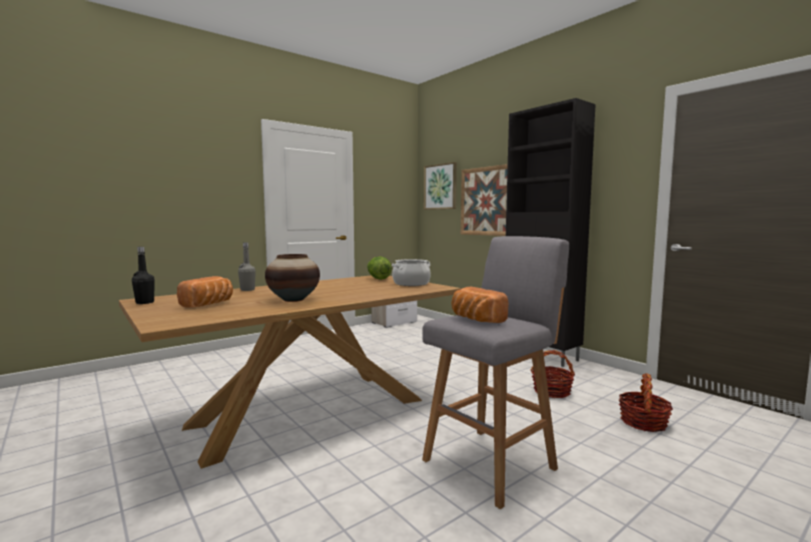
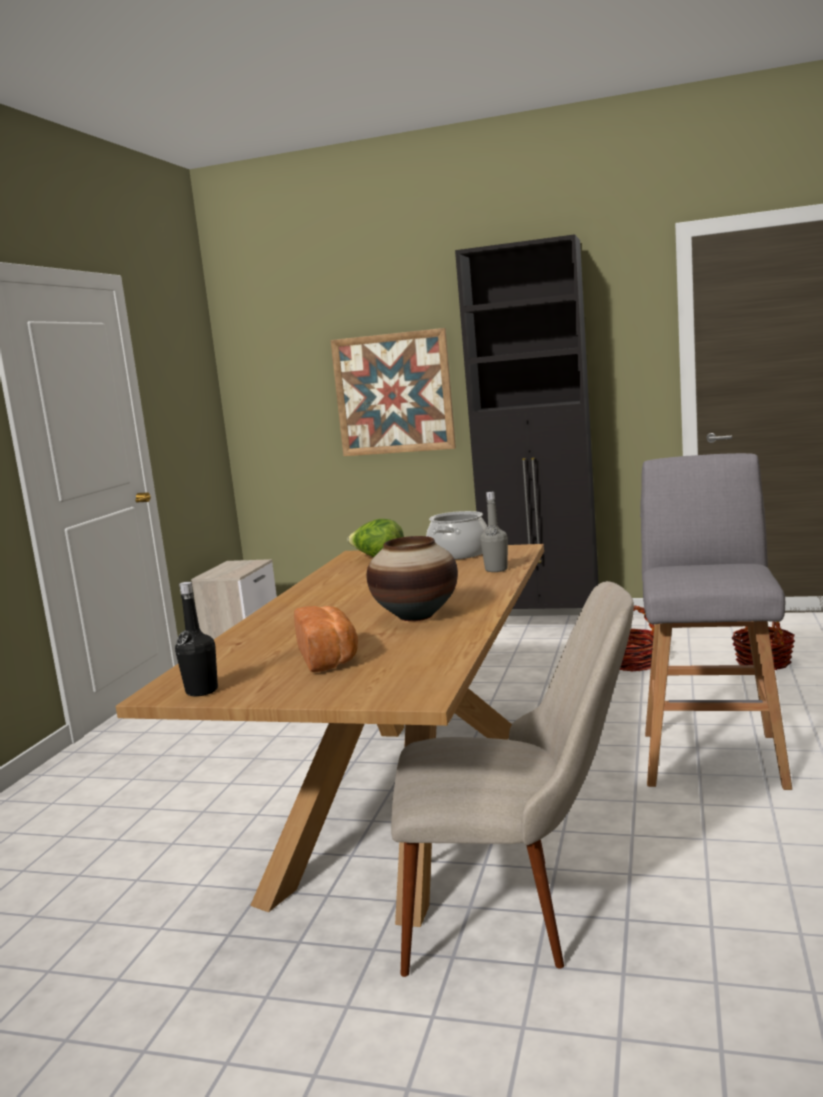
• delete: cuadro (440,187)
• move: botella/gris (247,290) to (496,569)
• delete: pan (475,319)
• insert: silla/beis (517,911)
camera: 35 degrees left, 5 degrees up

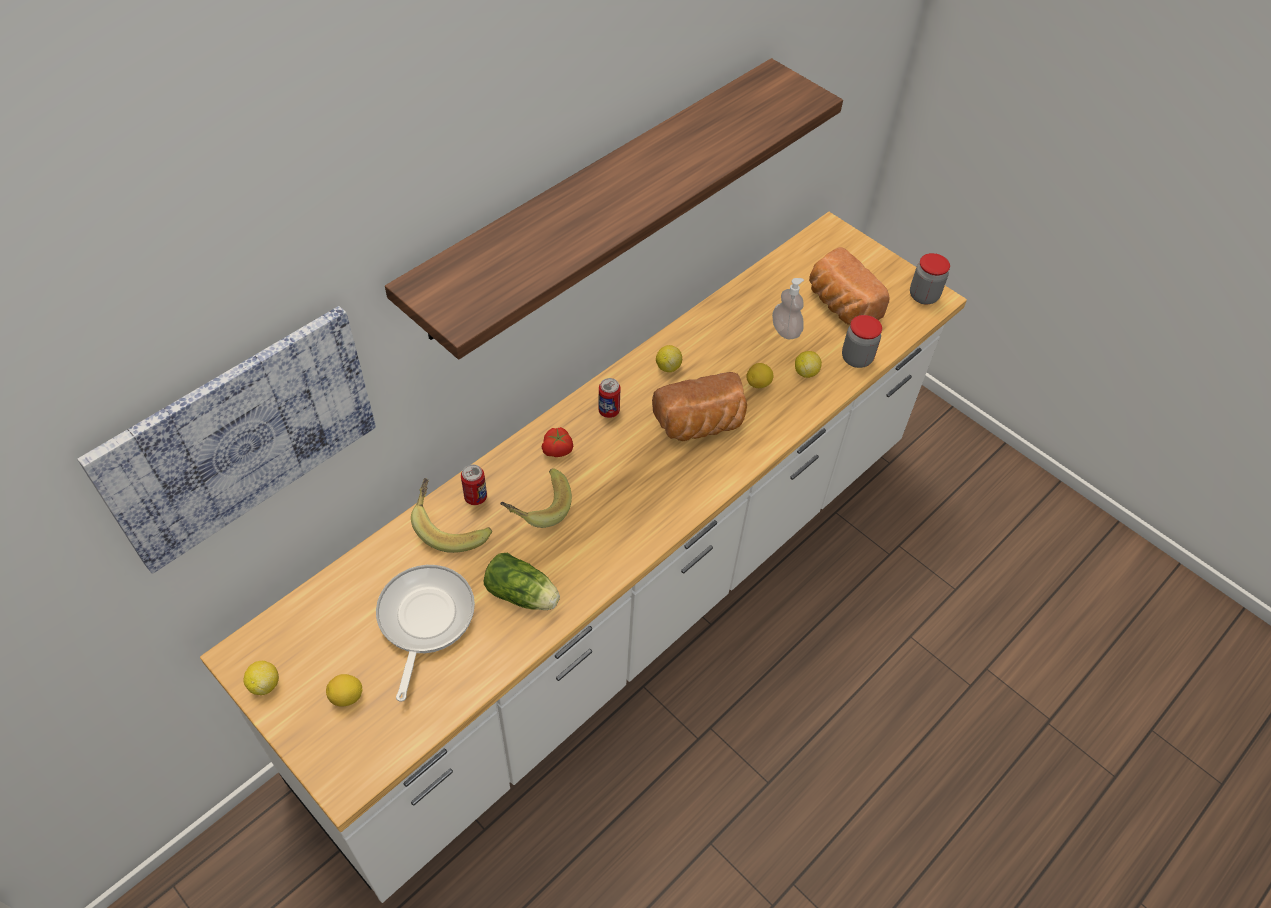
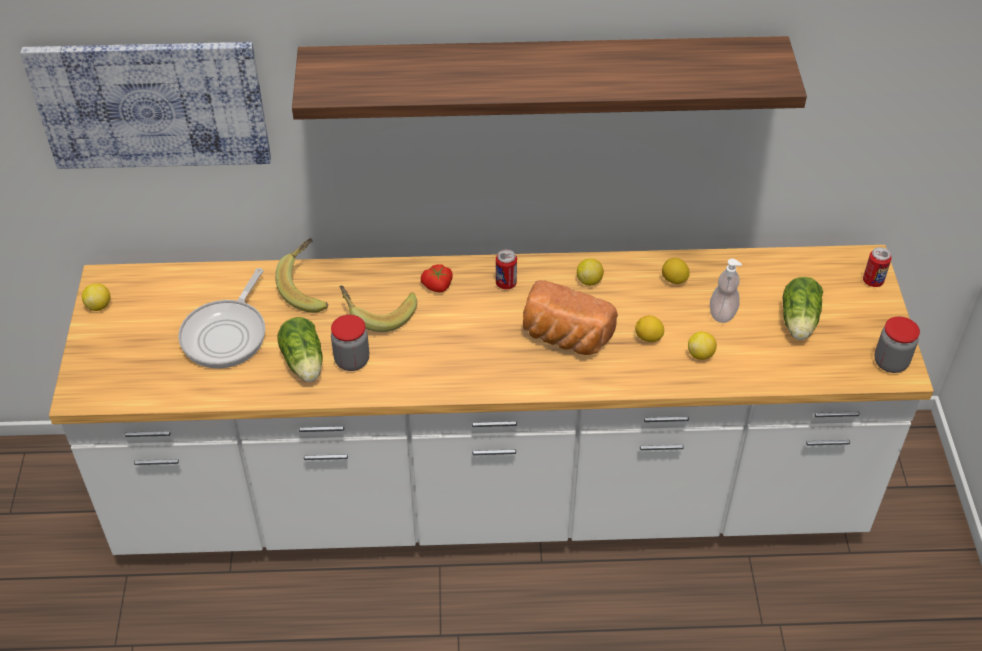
• replace: pan (840,305) to lechuga (798,322)
• move: tarro (856,358) to (352,360)
• move: lata (475,497) to (873,281)
• rotate: sartén (424,620) = (227,334) 150 degrees clockwise
• move: limón (347,697) to (674,280)
camera: 45 degrees right, 5 degrees down

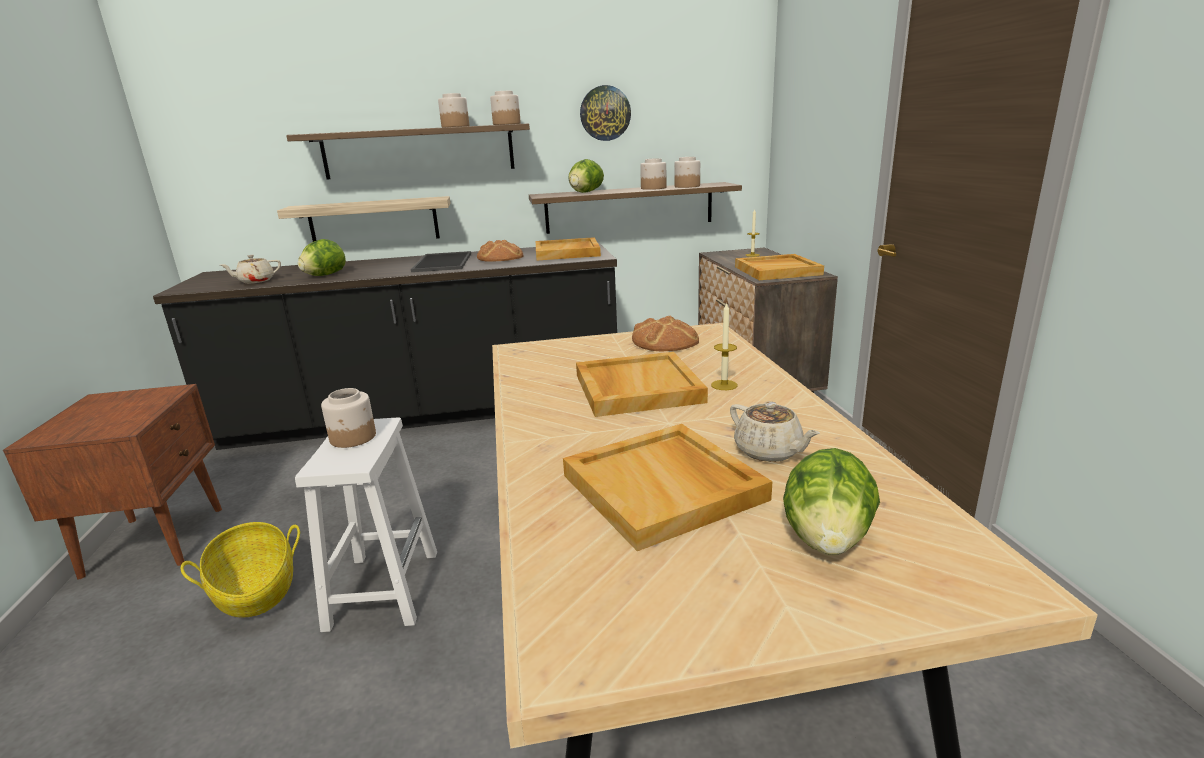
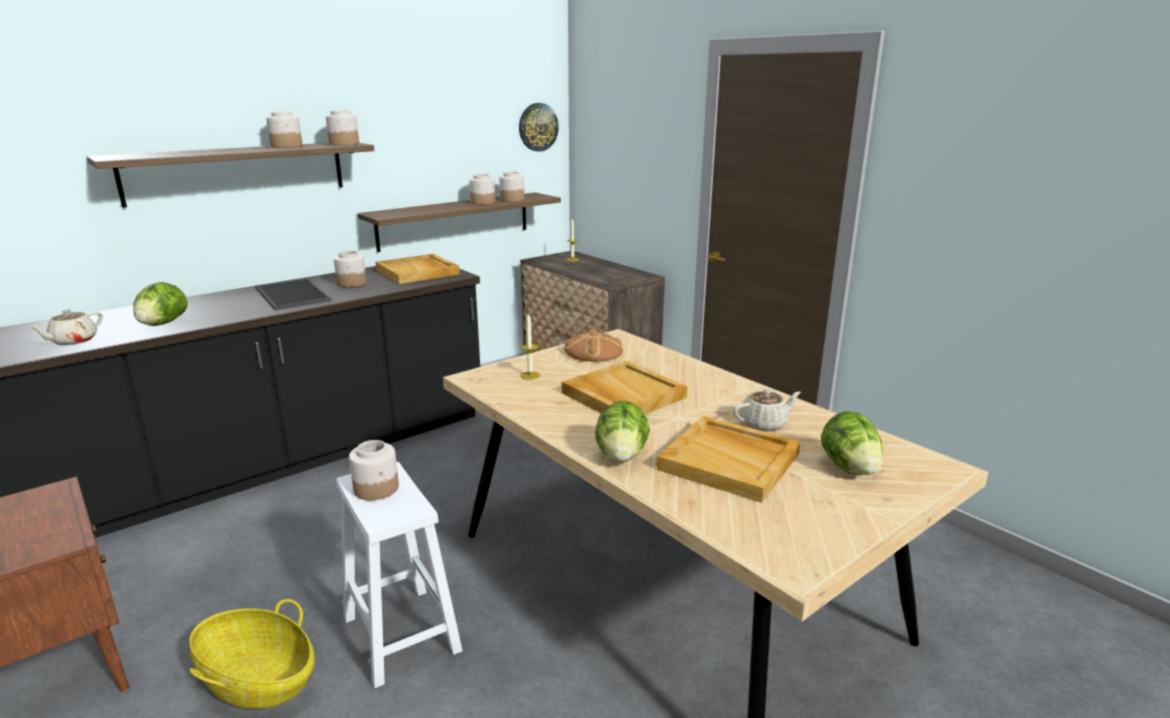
• move: reloj de pared (605,113) to (538,127)
• move: lechuga (585,192) to (622,456)
• delete: estante (374,222)
• replace: pan (500,257) to tarro (351,283)
• delete: bandeja/beis (777,270)
• move: vela (724,385) to (530,375)
• rotate: tetera/beis (769,452) = (764,424) 45 degrees counterclockwise
camera: 30 degrees left, 0 degrees up

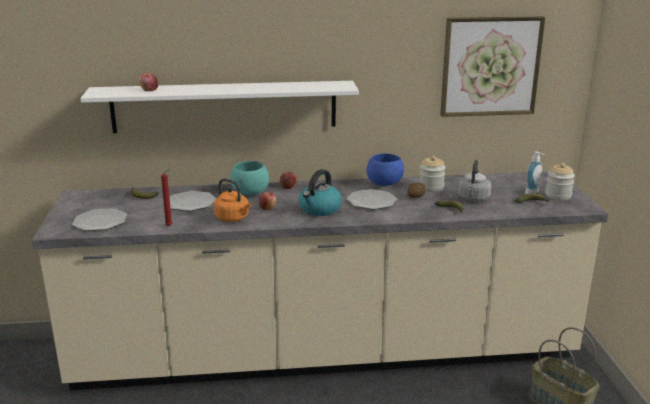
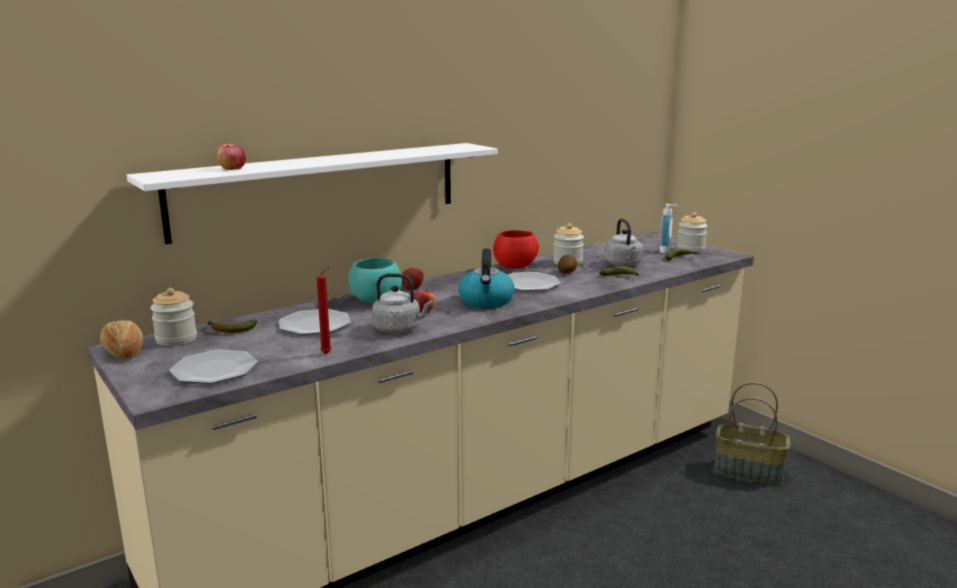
• delete: cuadro (490,66)
• recolor: cuenco/azul (385,184) to cuenco/rojo (516,267)
• recolor: hervidor/naranja (233,218) to hervidor/gris (399,329)
• insert: tarro (176,339)
• insert: pan (124,352)
camera: 30 degrees left, 5 degrees down

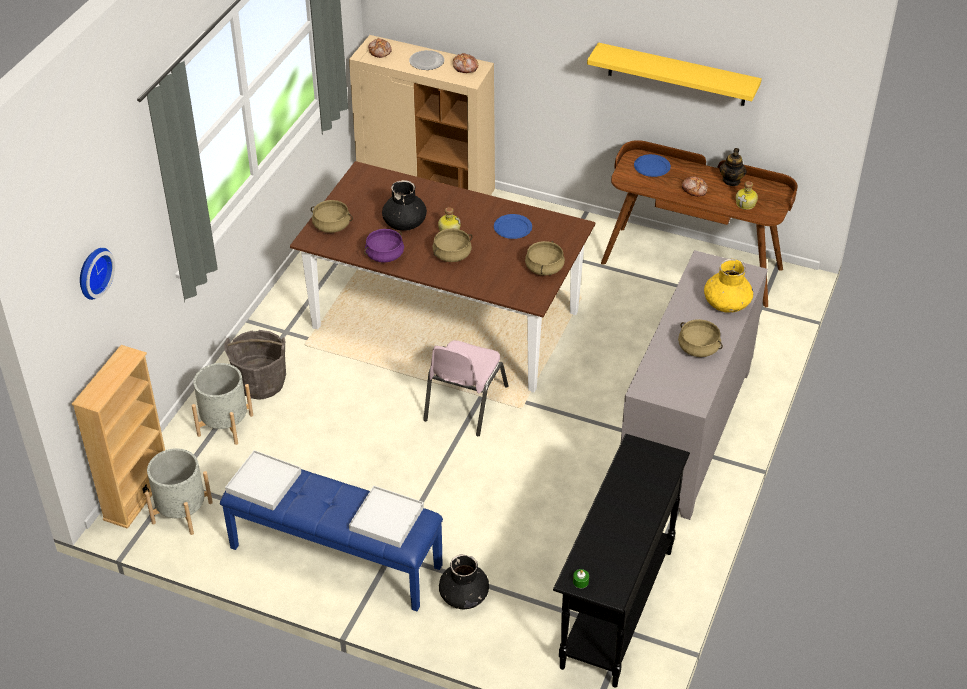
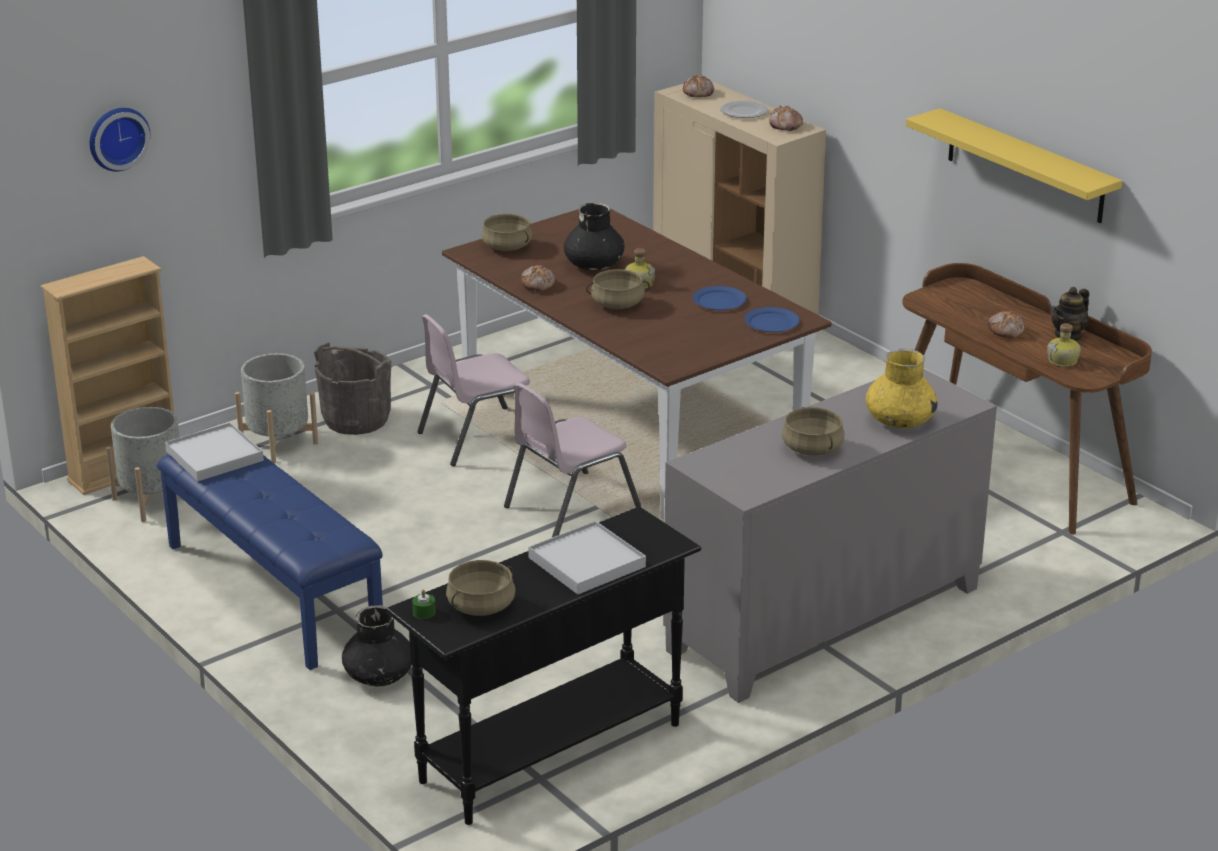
• move: plato/azul (651,167) to (771,323)
• replace: olla/morado (384,255) to pan (538,284)
• move: olla/beis (544,268) to (481,607)
• move: bandeja/blanco (387,519) to (587,562)
• insert: silla/rosa (479,437)
camera: 30 degrees right, 15 degrees down

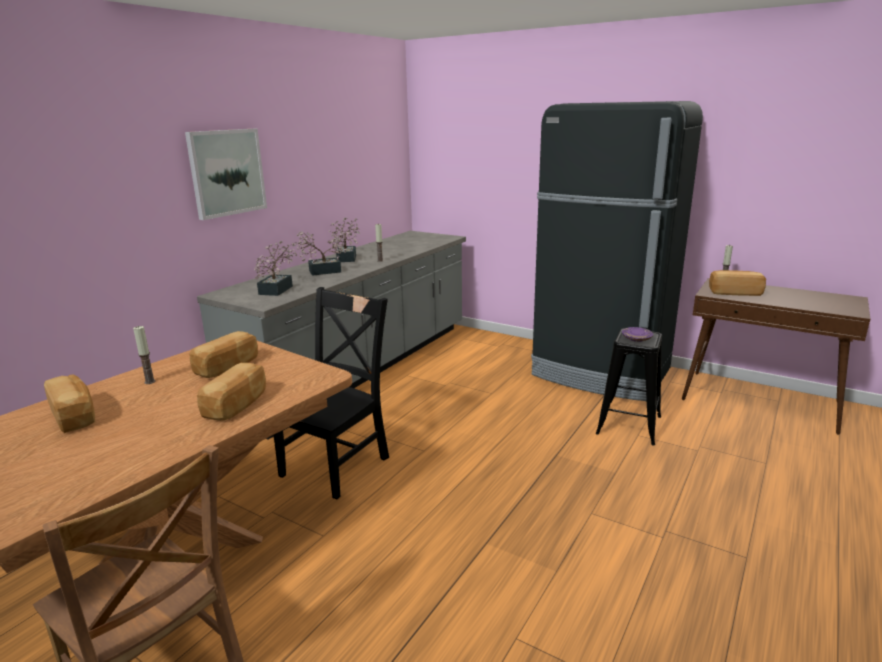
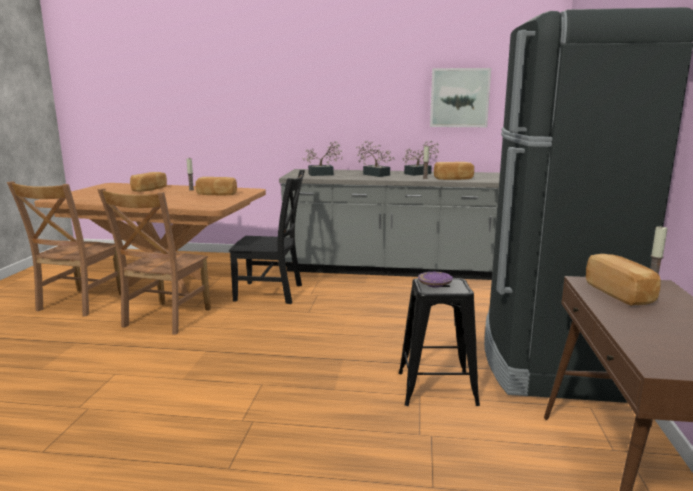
• move: cuadro (227,172) to (459,98)
• move: pan (237,405) to (453,179)
• insert: silla/marrón (165,319)
camera: 65 degrees right, 5 degrees down

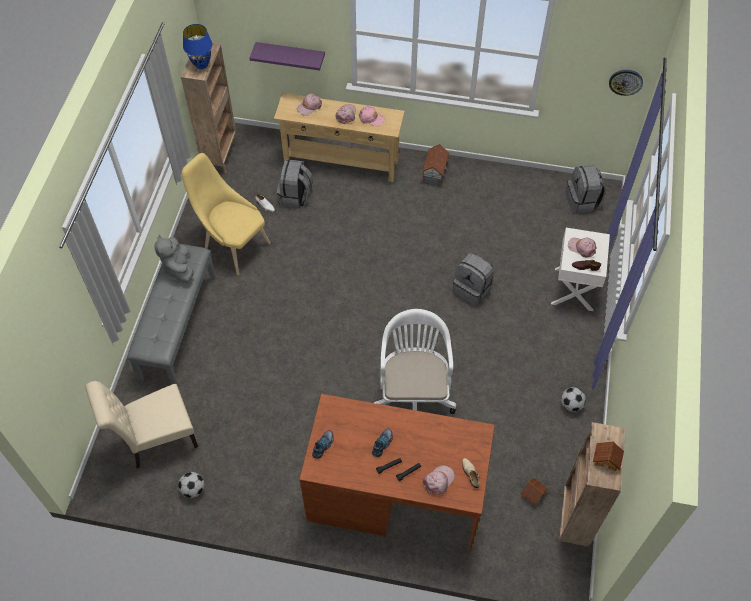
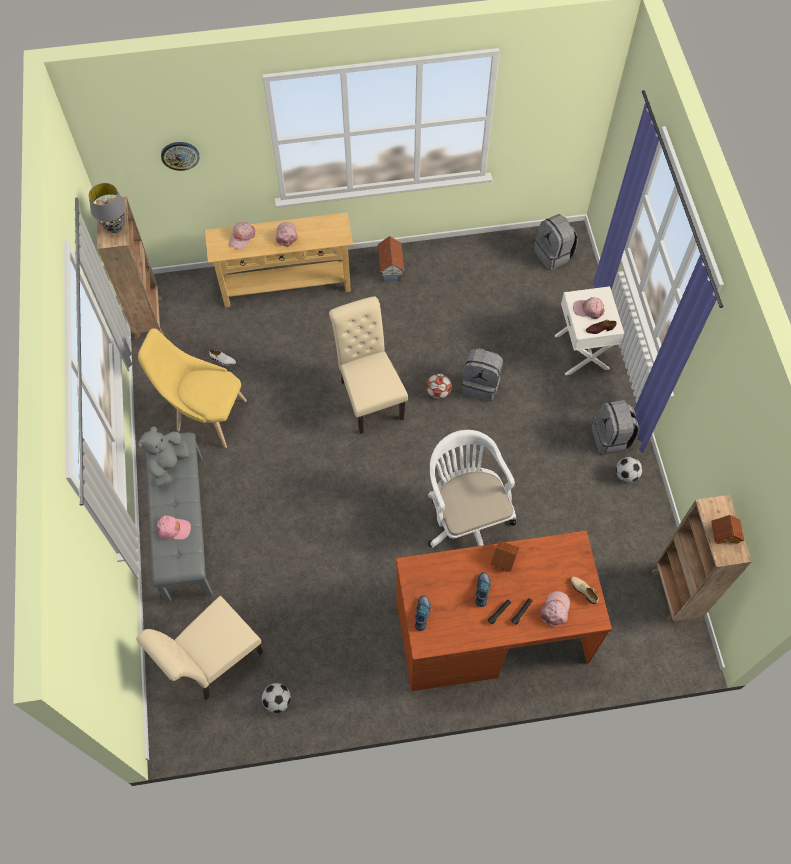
• recolor: lámpara de mesa/azul (201,65) to lámpara de mesa/gris (115,228)
• delete: estante/morado (290,55)
• move: reloj de pared (625,81) to (180,155)
• move: gorra/rosa (371,118) to (173,529)
• move: mochila/gris (295,196) to (611,438)
• rotate: peluche/gris (178,268) = (168,464) 60 degrees clockwise
• move: casita (533,494) to (504,559)
• insert: silla/beis (369,396)
• insert: balón de fútbol (438,392)
camera: 20 degrees left, 5 degrees up

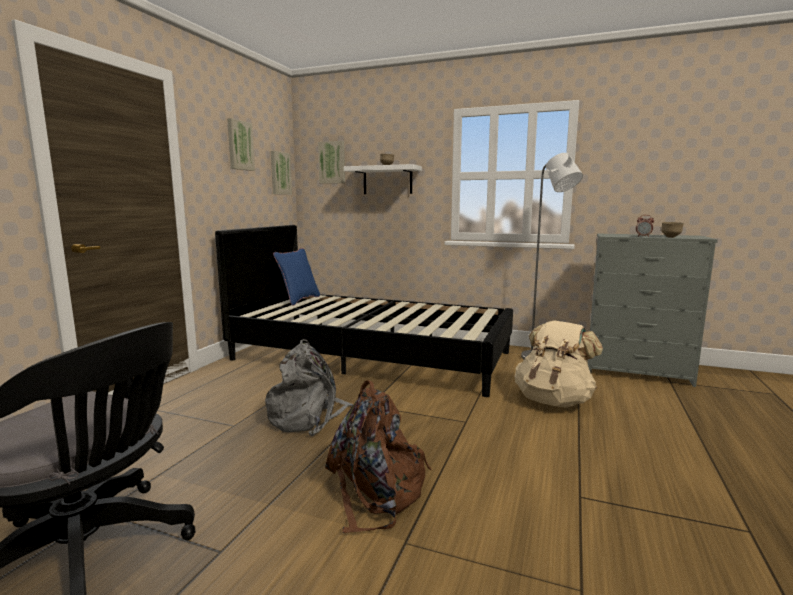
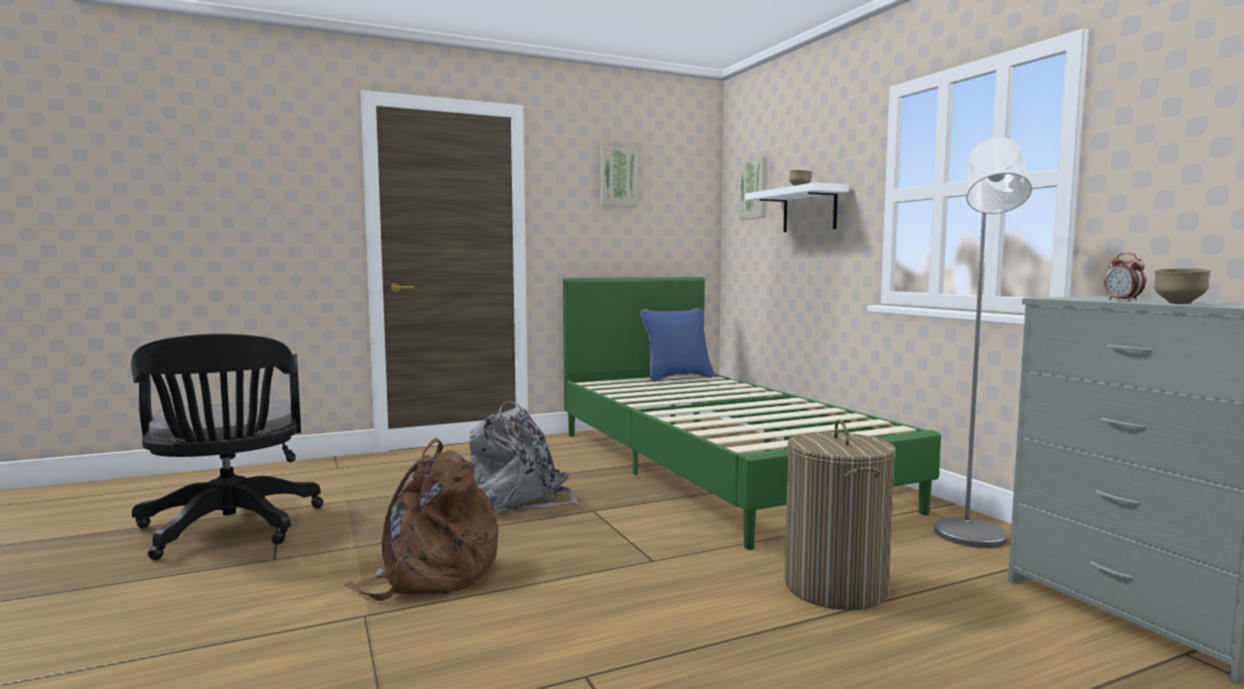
• delete: cuadro (280,173)
• recolor: cama/negro (371,356) to cama/verde (714,467)
• replace: mochila/beis (554,401) to cesto de la ropa (835,587)
camera: 45 degrees right, 5 degrees down

